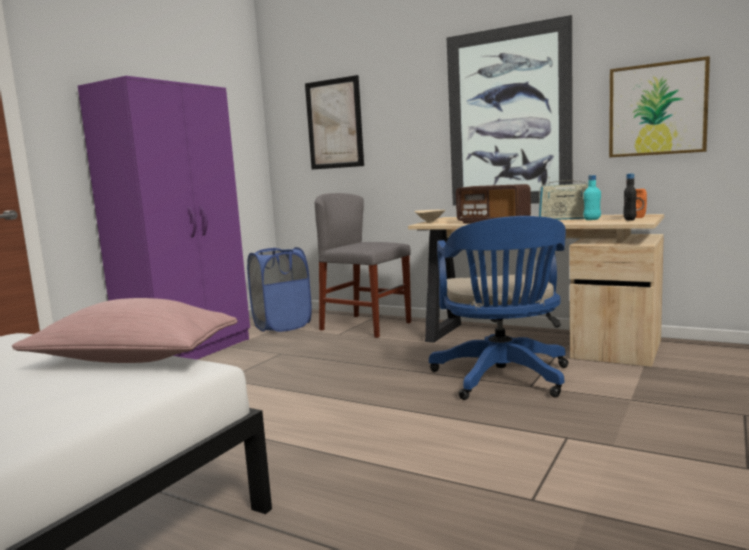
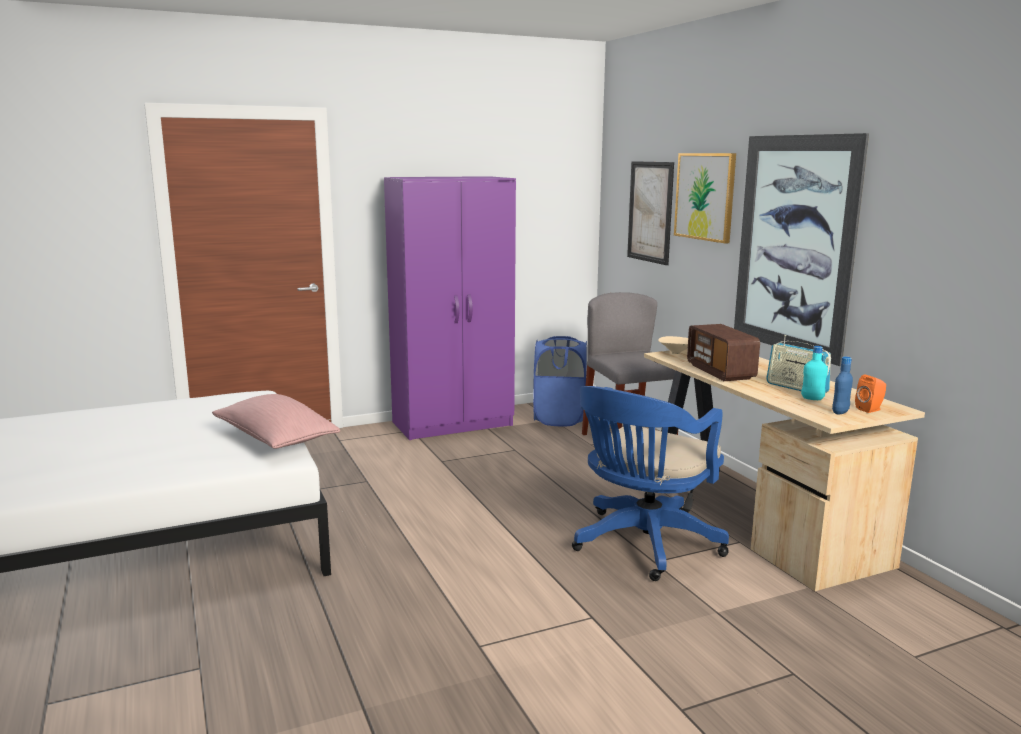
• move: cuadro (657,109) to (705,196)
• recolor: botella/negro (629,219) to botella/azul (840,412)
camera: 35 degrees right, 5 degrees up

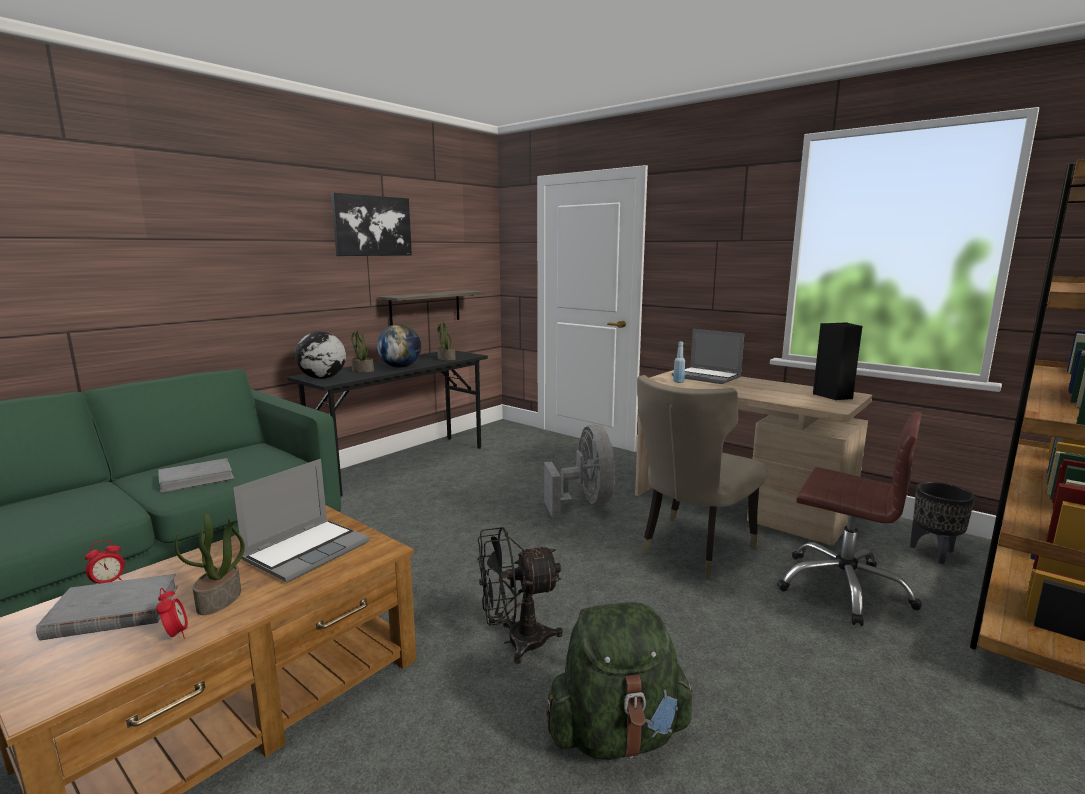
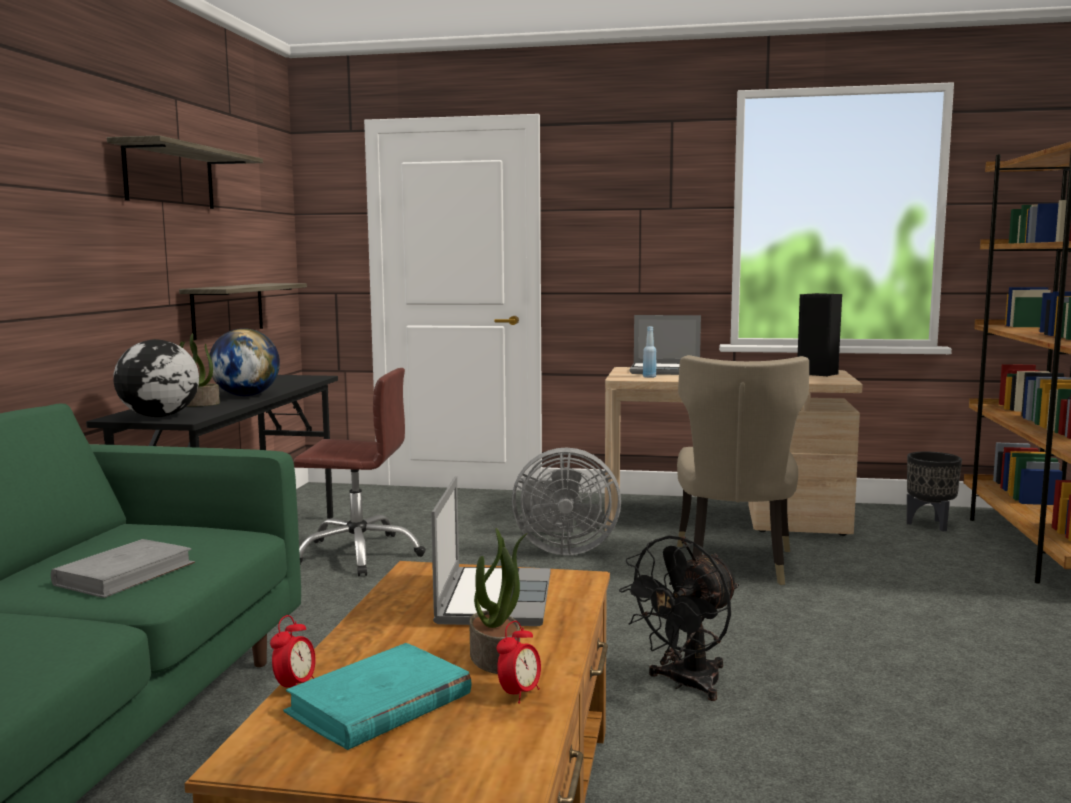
• replace: cuadro (372,226) to estante (170,177)
• delete: planta en maceta (446,359)
• move: silla de oficina/marrón (843,587) to (358,554)
• rotate: ventilador/gris (585,503) = (562,549) 135 degrees clockwise
• recolor: libro/gris (112,612) to libro/turquesa (379,704)
• rotate: despertador (176,634) = (519,694) 90 degrees clockwise
• delete: mochila/verde (617,735)
camera: 30 degrees left, 5 degrees down

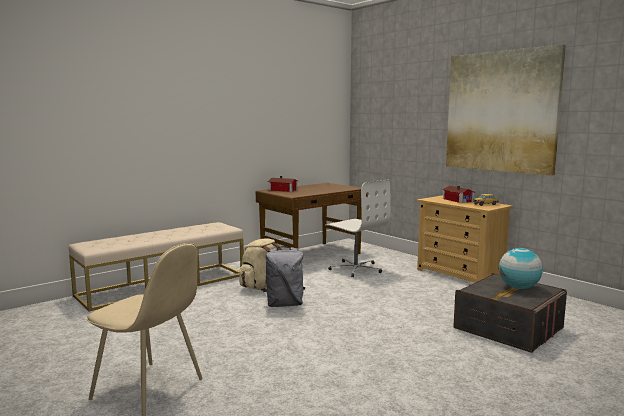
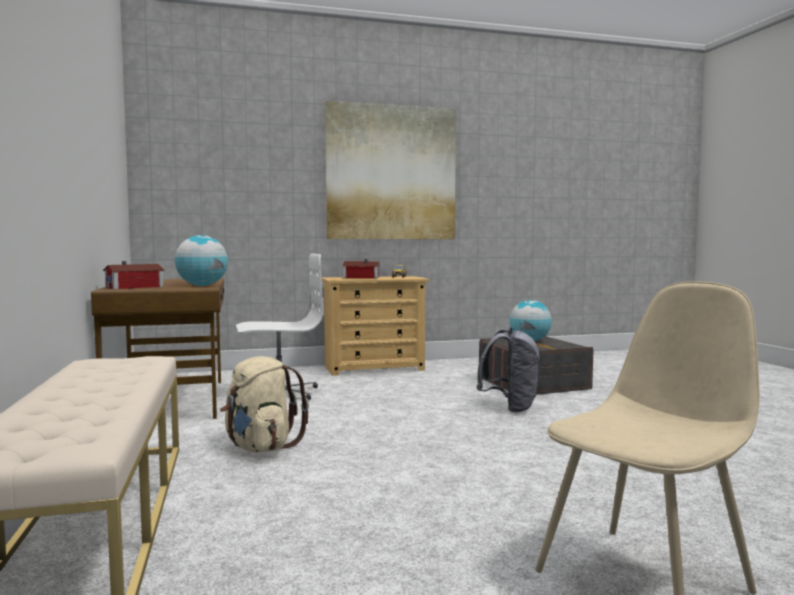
• move: mochila/gris (284,304) to (510,407)
• insert: globo terráqueo (202,285)
camera: 65 degrees left, 5 degrees down

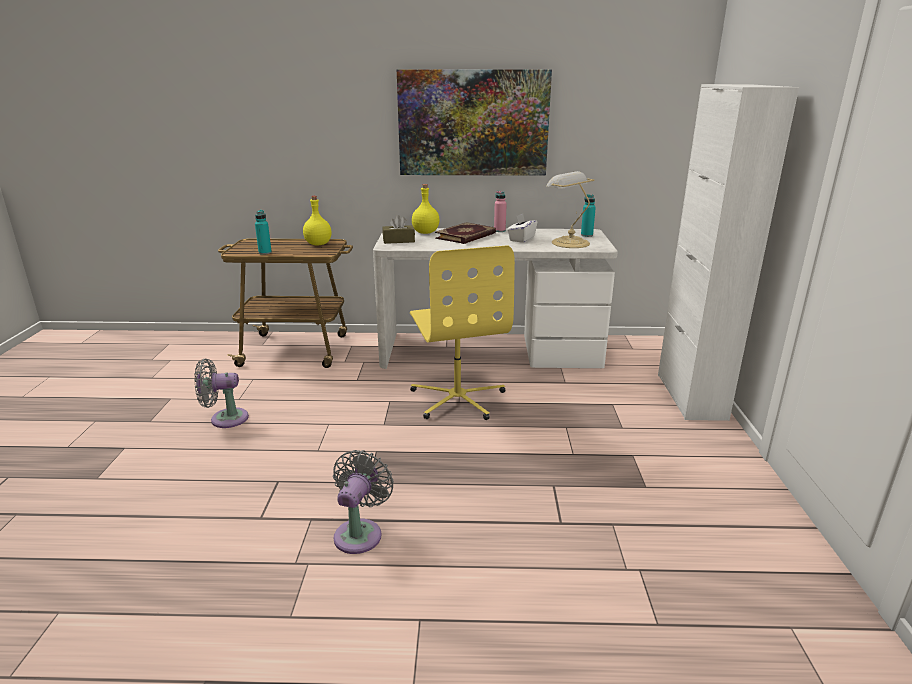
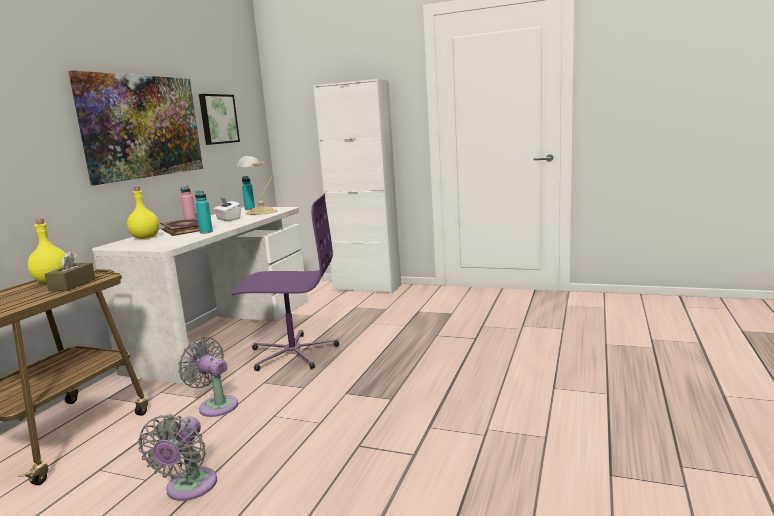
• move: botella/turquesa (265,253) to (206,232)
• move: caja de pañuelos/marrón (398,241) to (72,285)
• recolor: silla de oficina/amarillo (458,398) to silla de oficina/morado (292,353)
• move: ventilador/gris (360,533) to (216,405)
• insert: cuadro (217,119)
camera: 70 degrees left, 10 degrees down

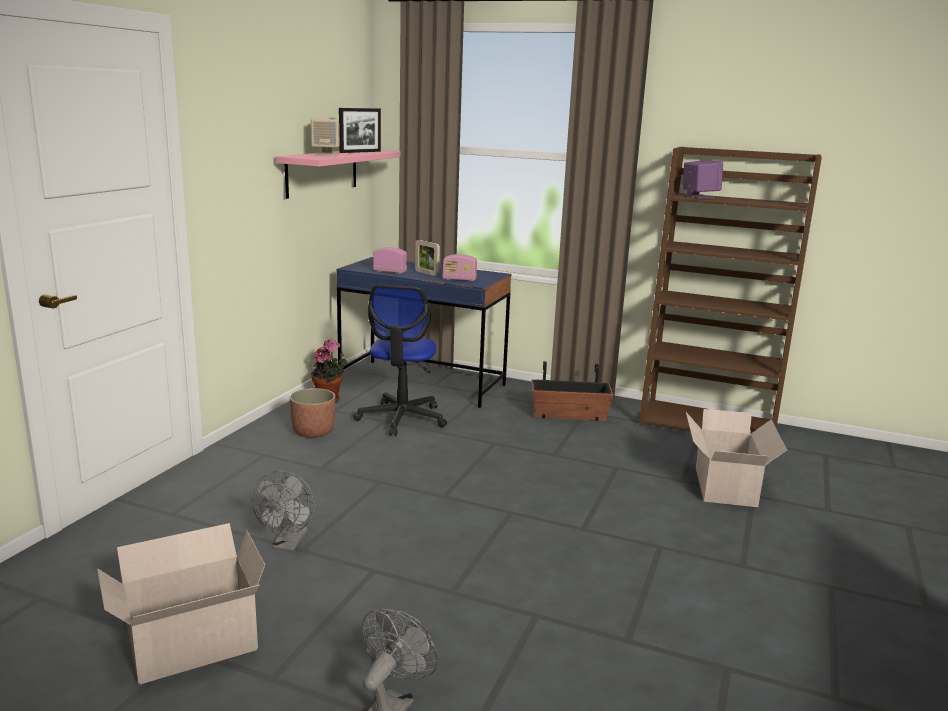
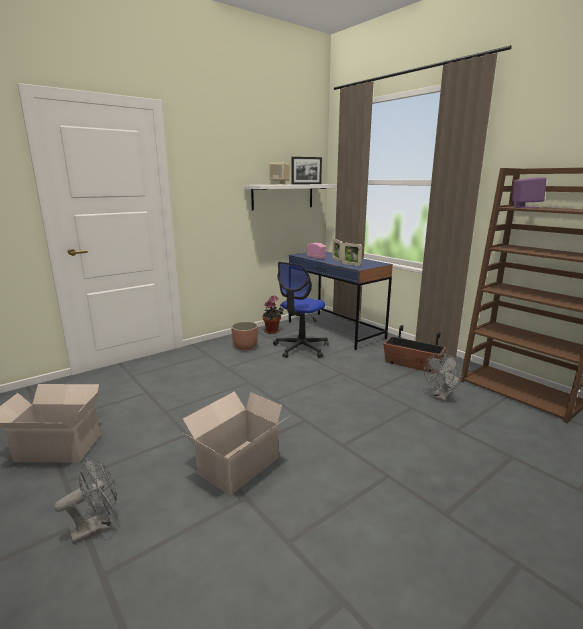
• recolor: estante/rosa (322,172) to estante/blanco (283,196)
• replace: radio (459,279) to portarretratos (351,264)
• move: caja de cartón (724,487) to (237,467)
• move: ventilador/gris (288,544) to (441,397)
camera: 30 degrees right, 0 degrees up

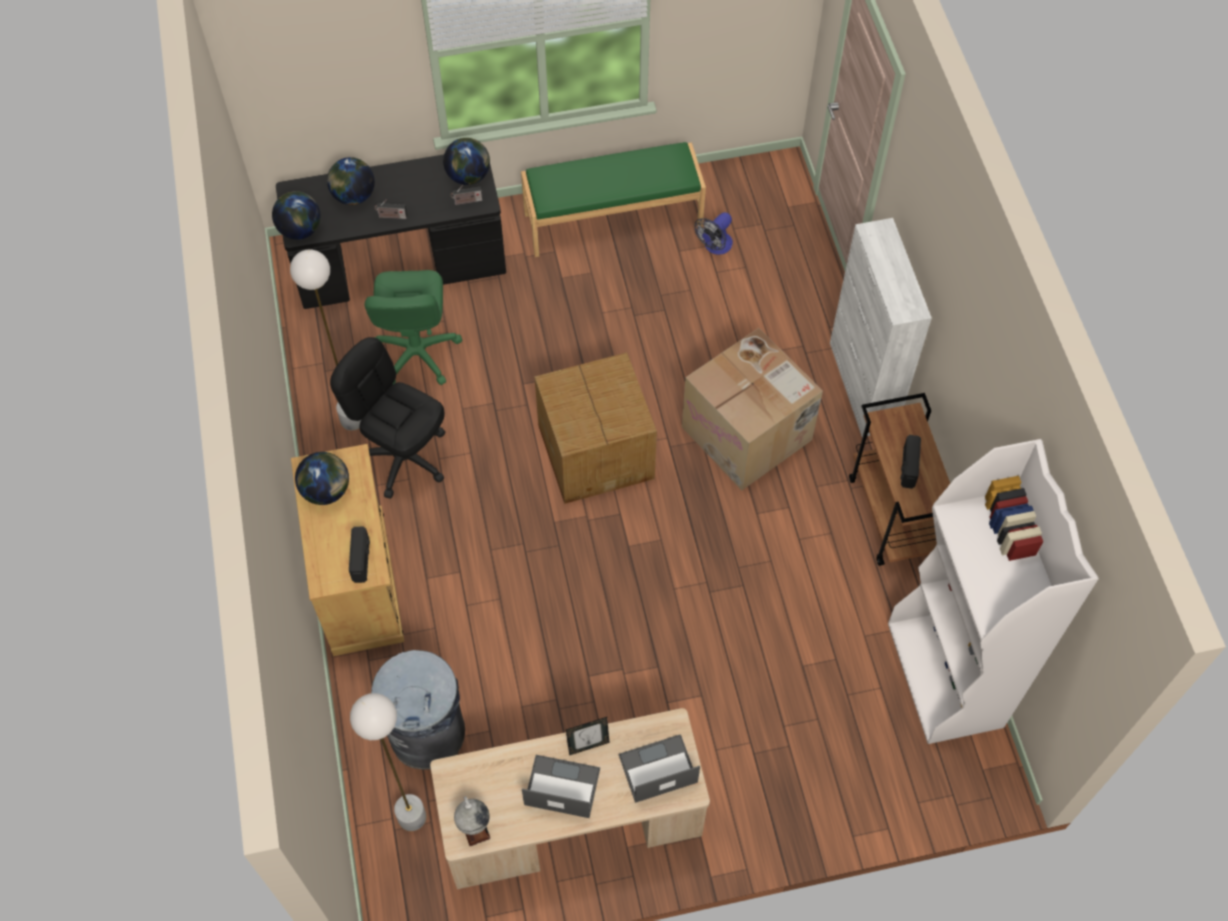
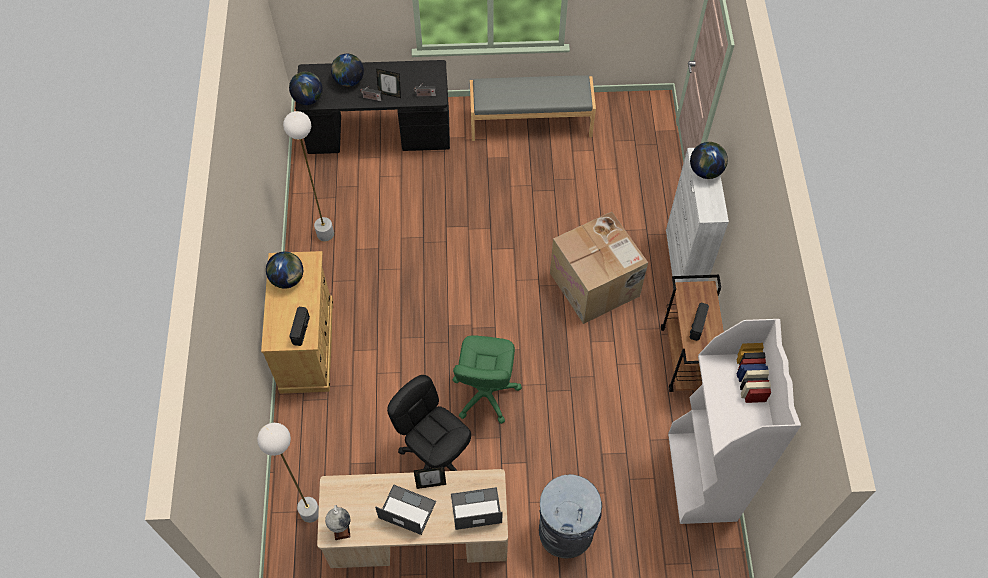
• move: globo terráqueo (468,176) to (705,171)
• recolor: banco/verde (612,219) to banco/gris (530,122)
• delete: ventilador (715,246)
• move: silla de oficina/verde (416,353) to (485,393)
• move: silla de oficina/negro (404,457) to (435,455)
• delete: caja de cartón (597,450)
• move: papelera/gris (428,732) to (566,531)
• insert: portarretratos (390,94)
camera: 10 degrees right, 0 degrees up

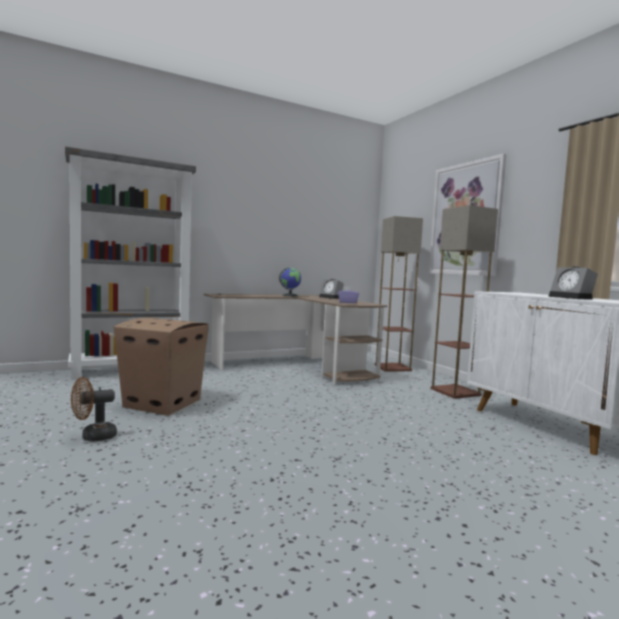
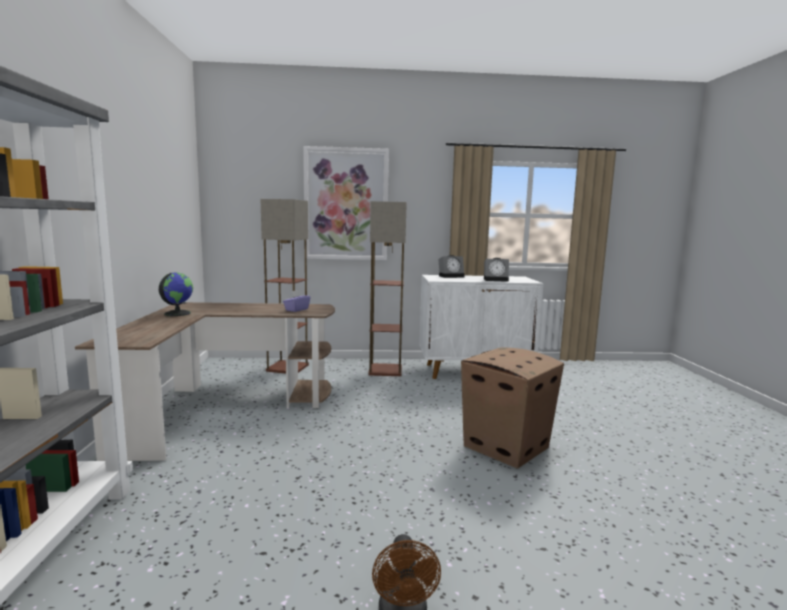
• move: despertador (331,297) to (451,276)
• move: caja de cartón (161,403) to (505,447)
camera: 65 degrees left, 5 degrees up

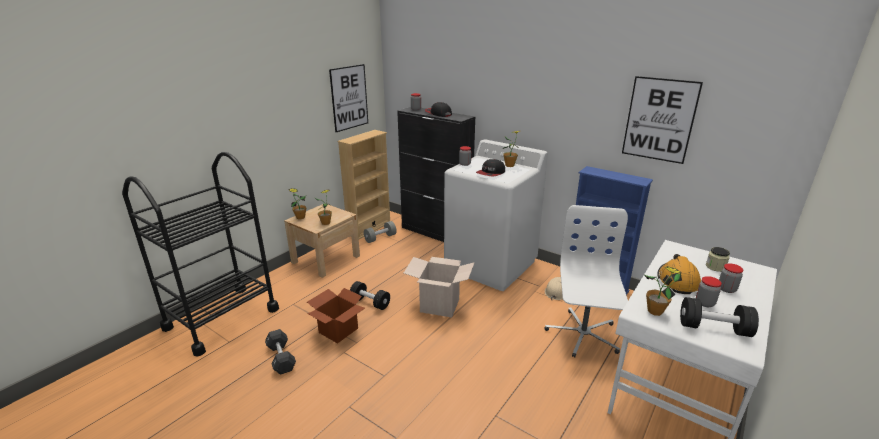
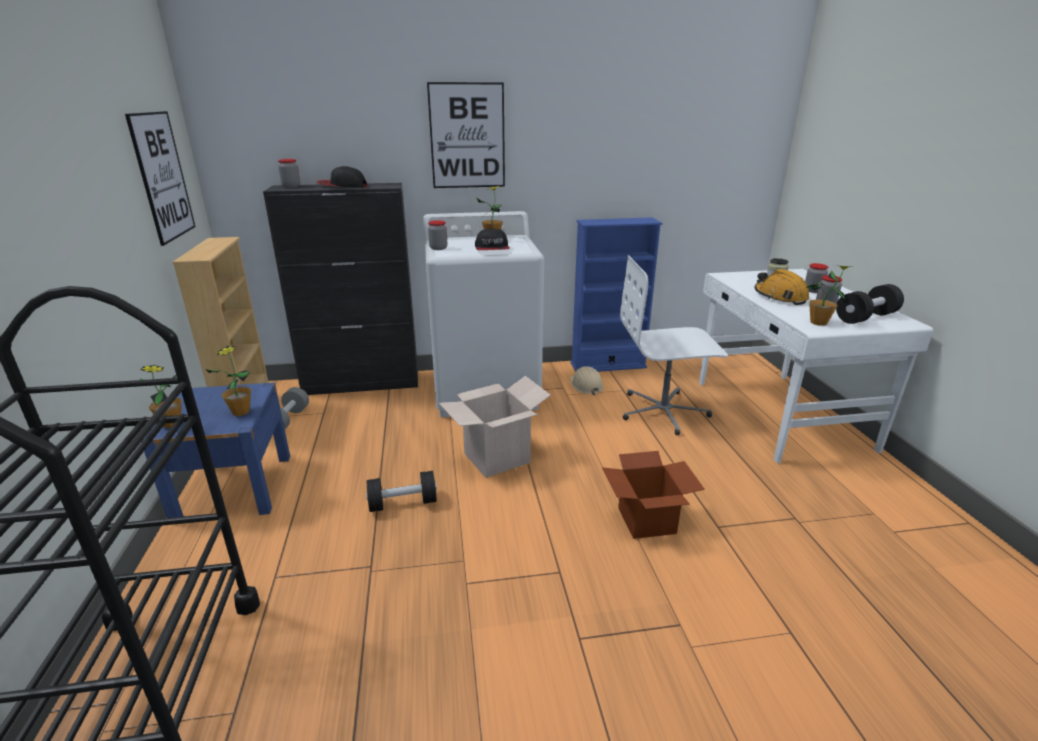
• move: cuadro (659,119) to (467,136)
• recolor: mesita de noche/beis (326,259) to mesita de noche/azul (234,487)
• rotate: silla de oficina/blanco (582,334) = (663,411) 60 degrees counterclockwise
• move: caja de cartón (338,330) to (646,520)
• delete: mancuerna/negro (281,358)
camera: 45 degrees left, 0 degrees up

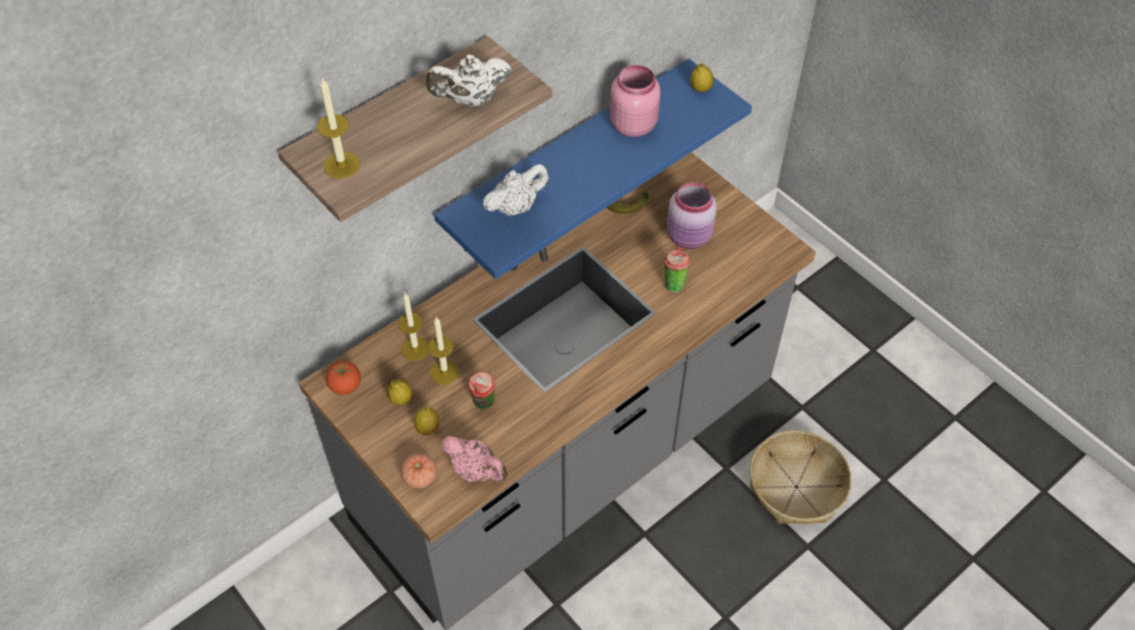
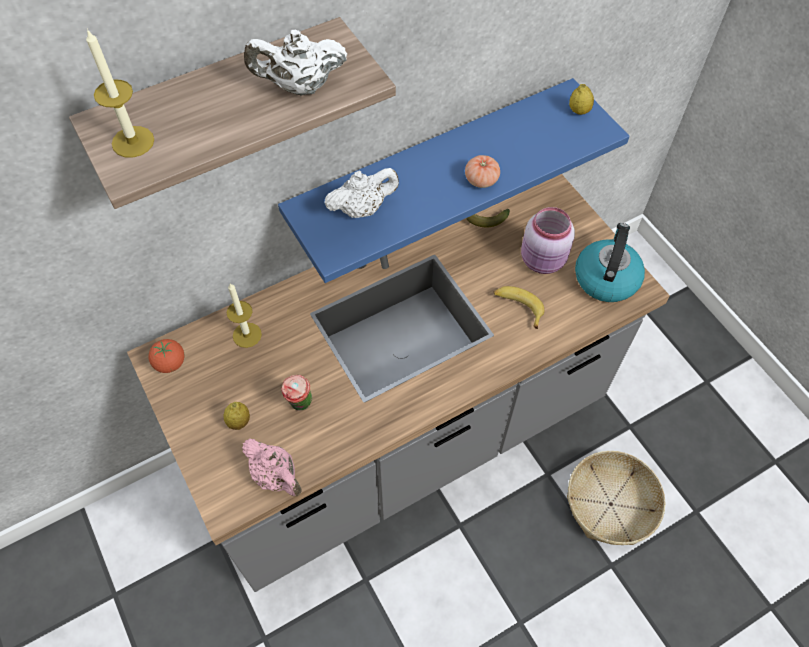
• delete: tarro/rosa (634,124)
• replace: taza (674,283) to plátano (518,307)
• delete: vela (444,372)
• delete: limón (401,399)
• move: tomate (420,477) to (481,180)
• insert: hervidor (606,278)
camera: 10 degrees right, 5 degrees up

